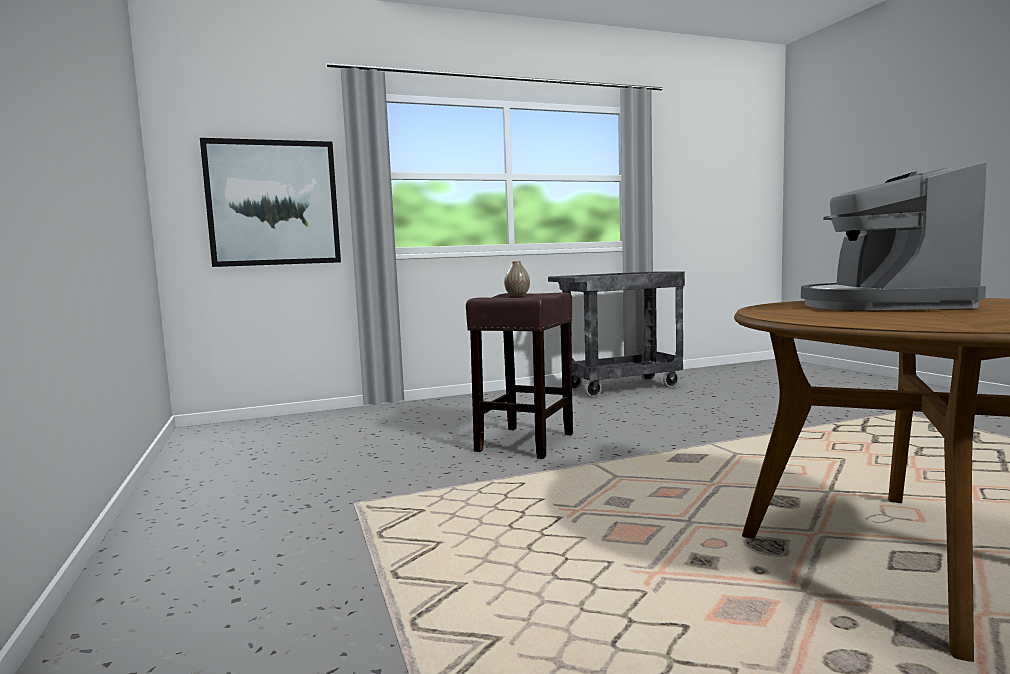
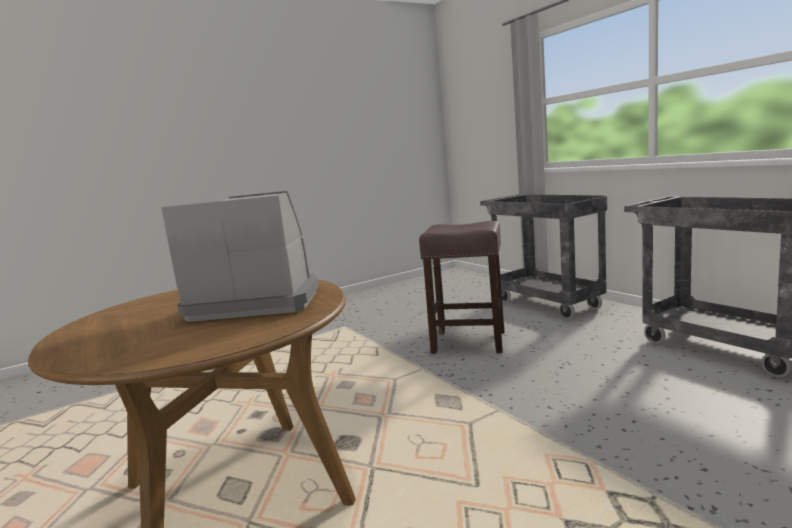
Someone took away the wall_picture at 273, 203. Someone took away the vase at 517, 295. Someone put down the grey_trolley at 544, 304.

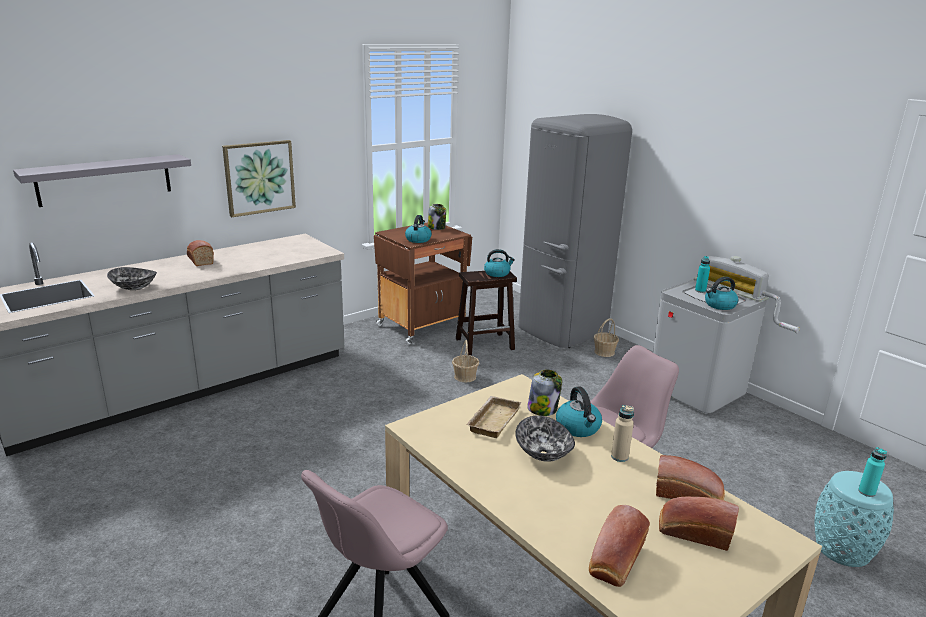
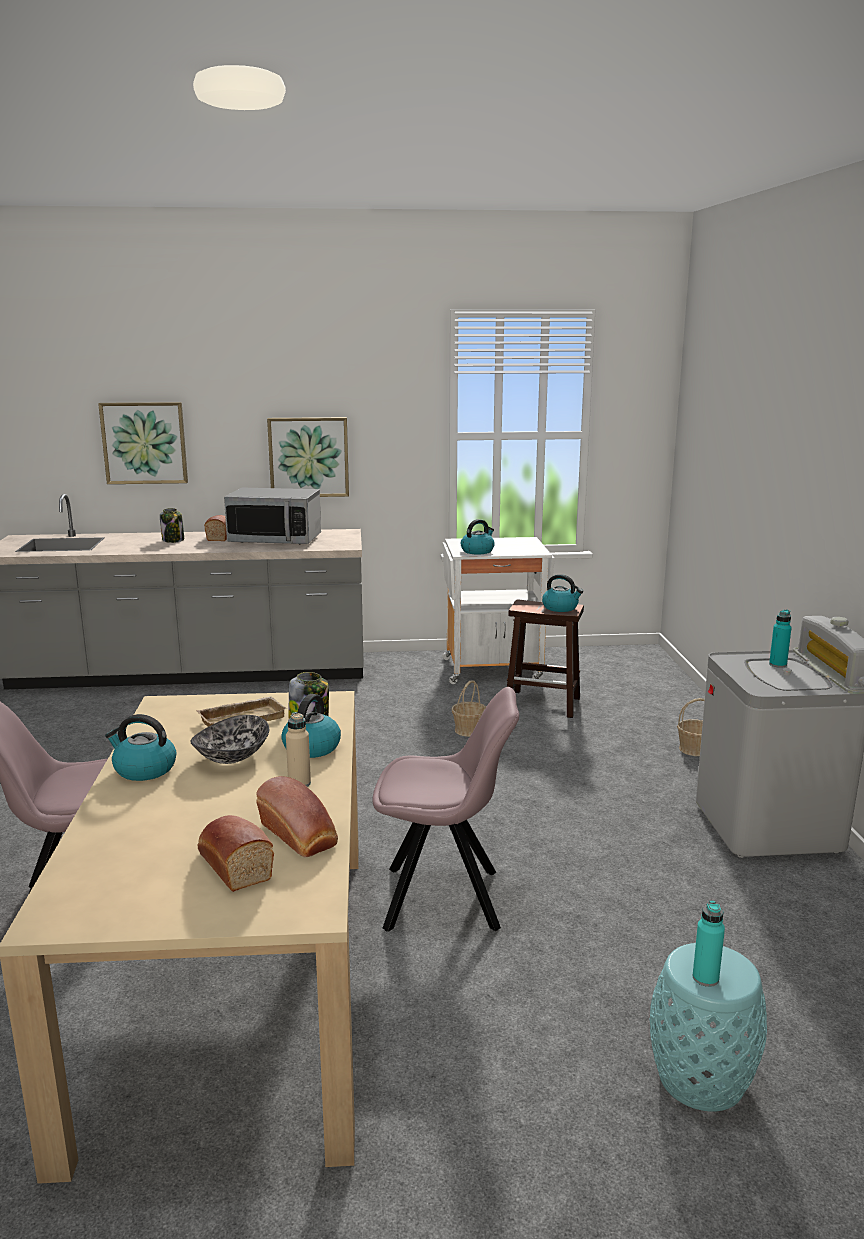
Someone took away the grey_refrigerator at 560, 331. Someone swapped the grey_shelf at 104, 180 for the wall_picture at 144, 443. Someone carried the jar from 436, 227 to 173, 540. Someone repainted the brown-coloured_trolley at 422, 326, which became the whitish_trolley at 494, 670. Someone took away the serving_bowl at 133, 287. Someone carried the water_kettle from 719, 305 to 144, 769. Someone took away the bread at 615, 561. Someone put down the kitchen_microwave at 275, 540.

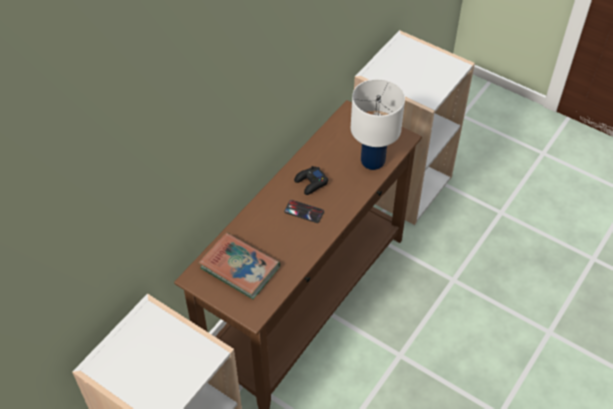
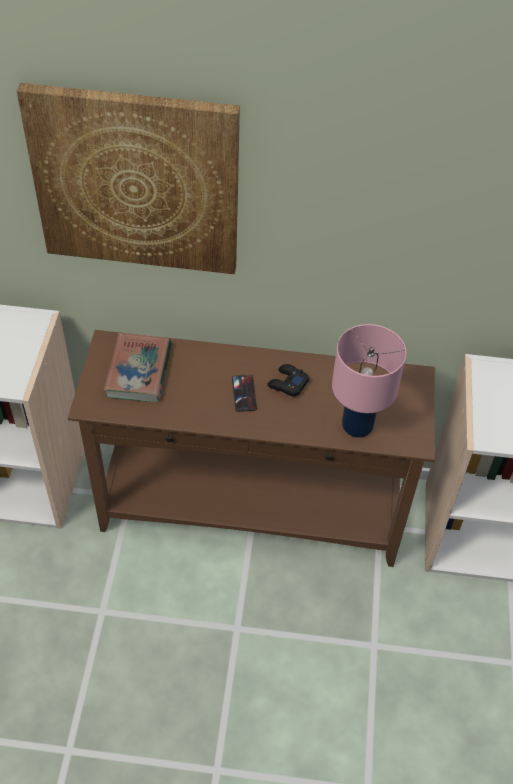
Someone repainted the whitish_tabletop_lamp at 371, 161, which became the pinkish_tabletop_lamp at 357, 425. Someone put up the wall_picture at 136, 181.

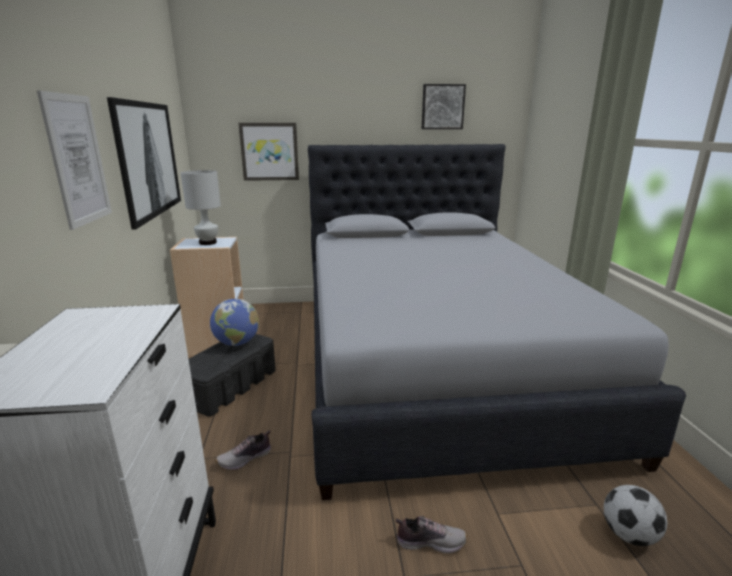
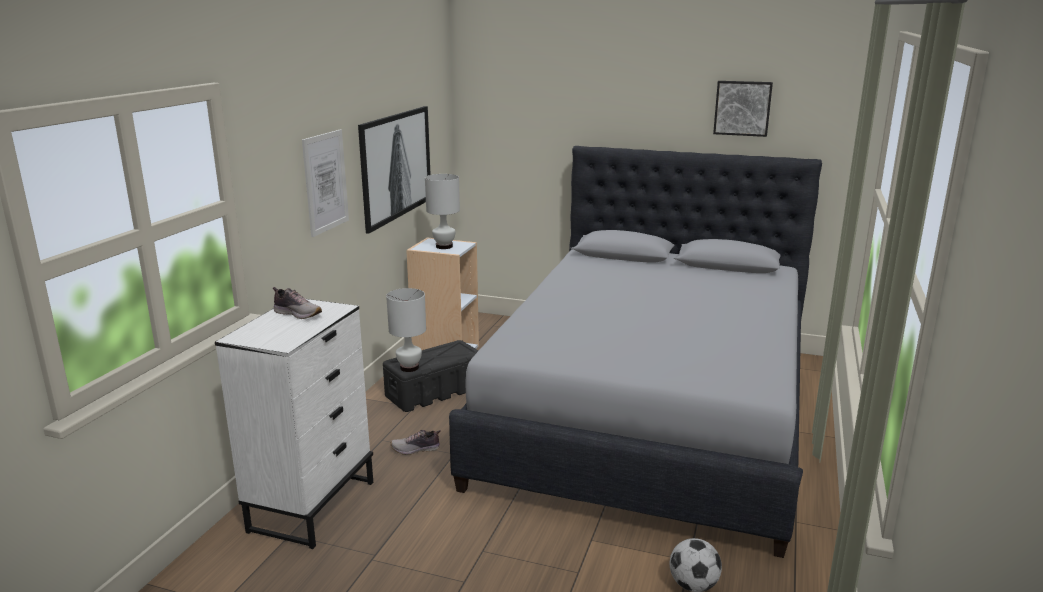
Someone took away the wall_picture at 269, 151. Someone took away the globe at 237, 343. Someone carried the shoe from 430, 541 to 298, 314. Someone put down the whitish_tabletop_lamp at 410, 367.

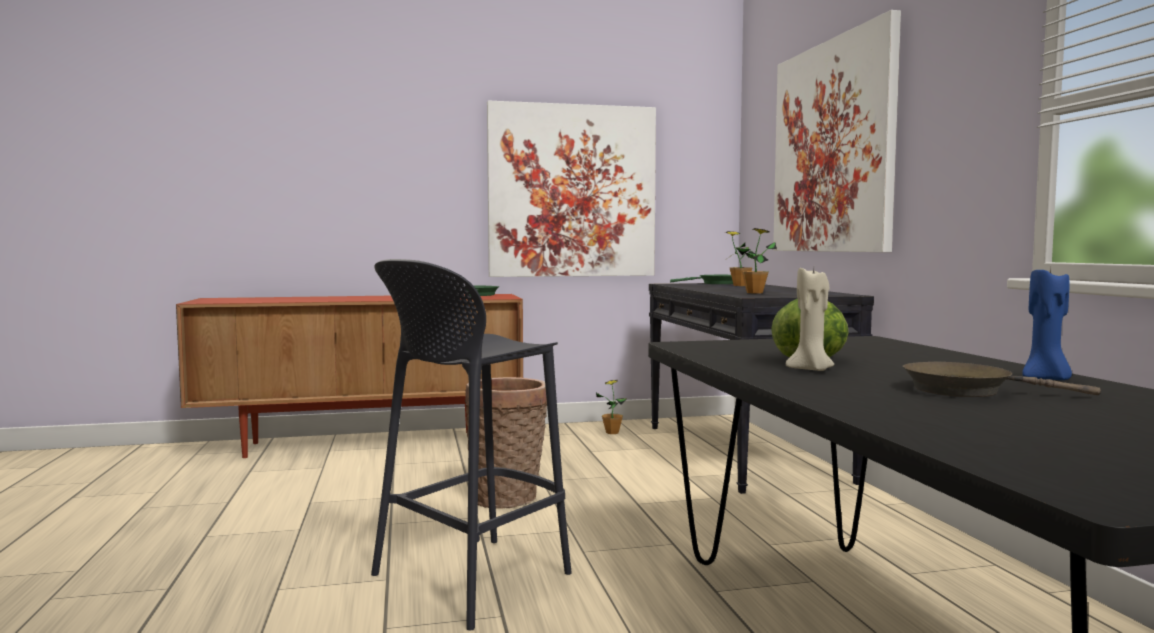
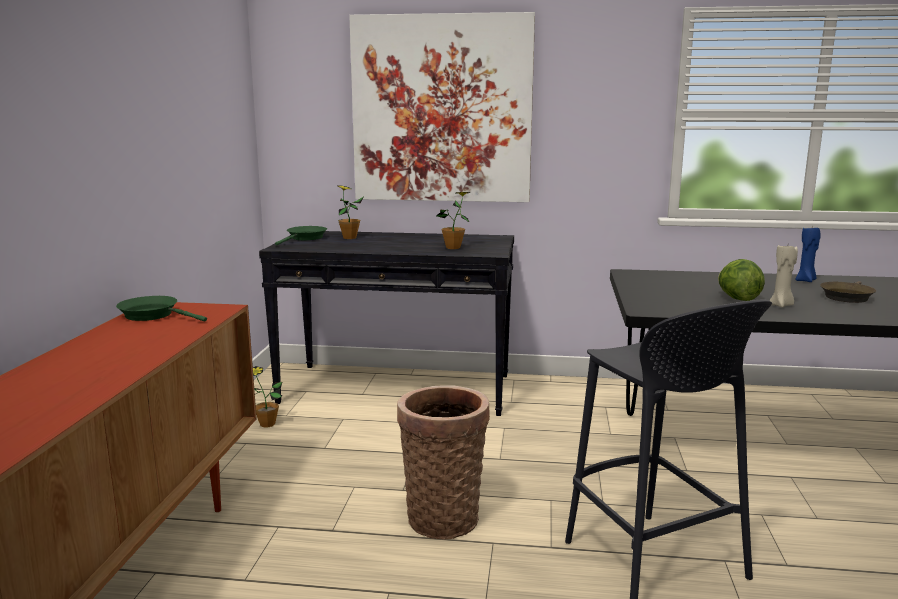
Someone took away the wall_picture at 572, 191.

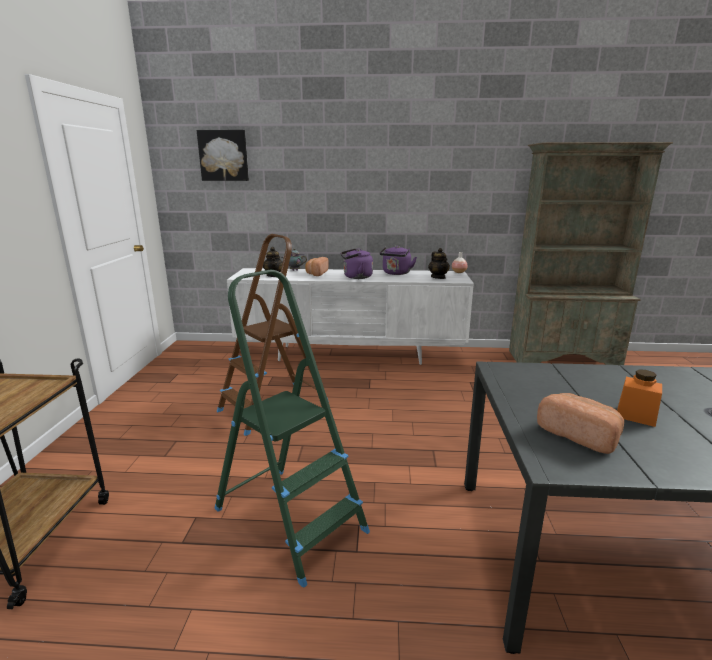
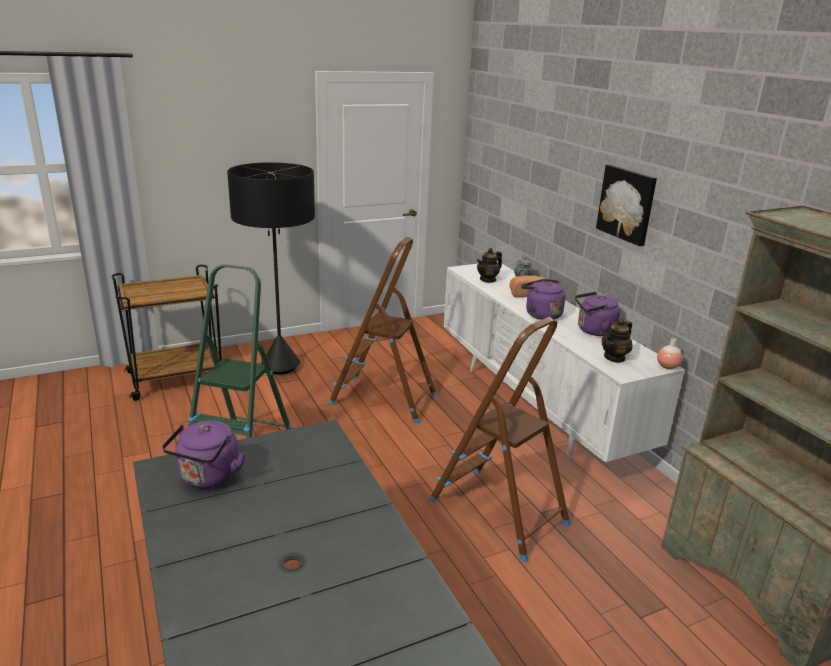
Someone carried the wall_picture from 224, 155 to 627, 204. Someone took away the orange-coloured_jar at 635, 416. Someone swapped the bread at 579, 435 for the purplish_water_kettle at 208, 478. Someone put down the black-coloured_standing_lamp at 280, 367. Someone put down the brown-coloured_stepladder at 497, 511.

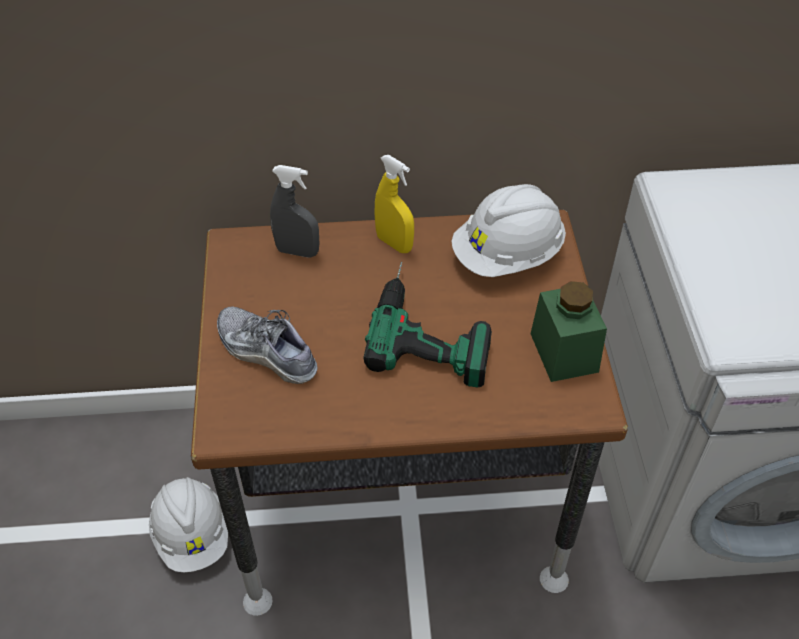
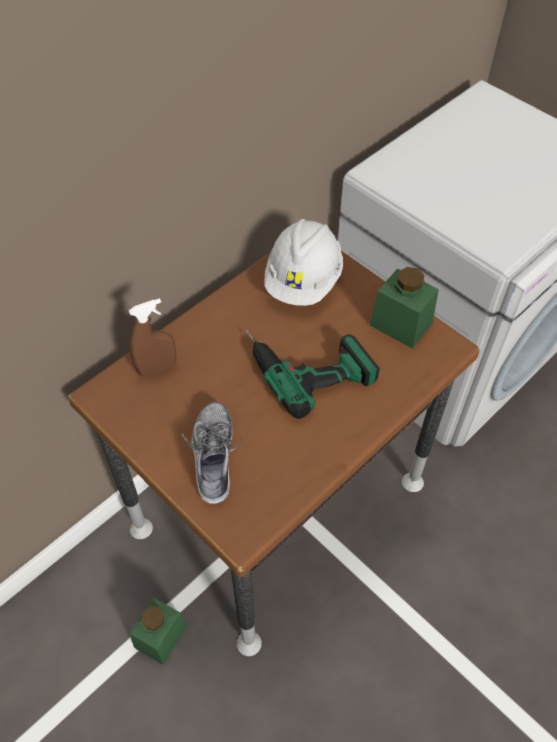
Someone took away the yellowish_sprayer at 394, 243. Someone repainted the grey_sprayer at 297, 251, which became the brown-coloured_sprayer at 157, 369. Someone rotated the shoe at 267, 352 by 90 degrees clockwise. Someone swapped the whitish_work_helmet at 192, 535 for the green_jar at 160, 636.

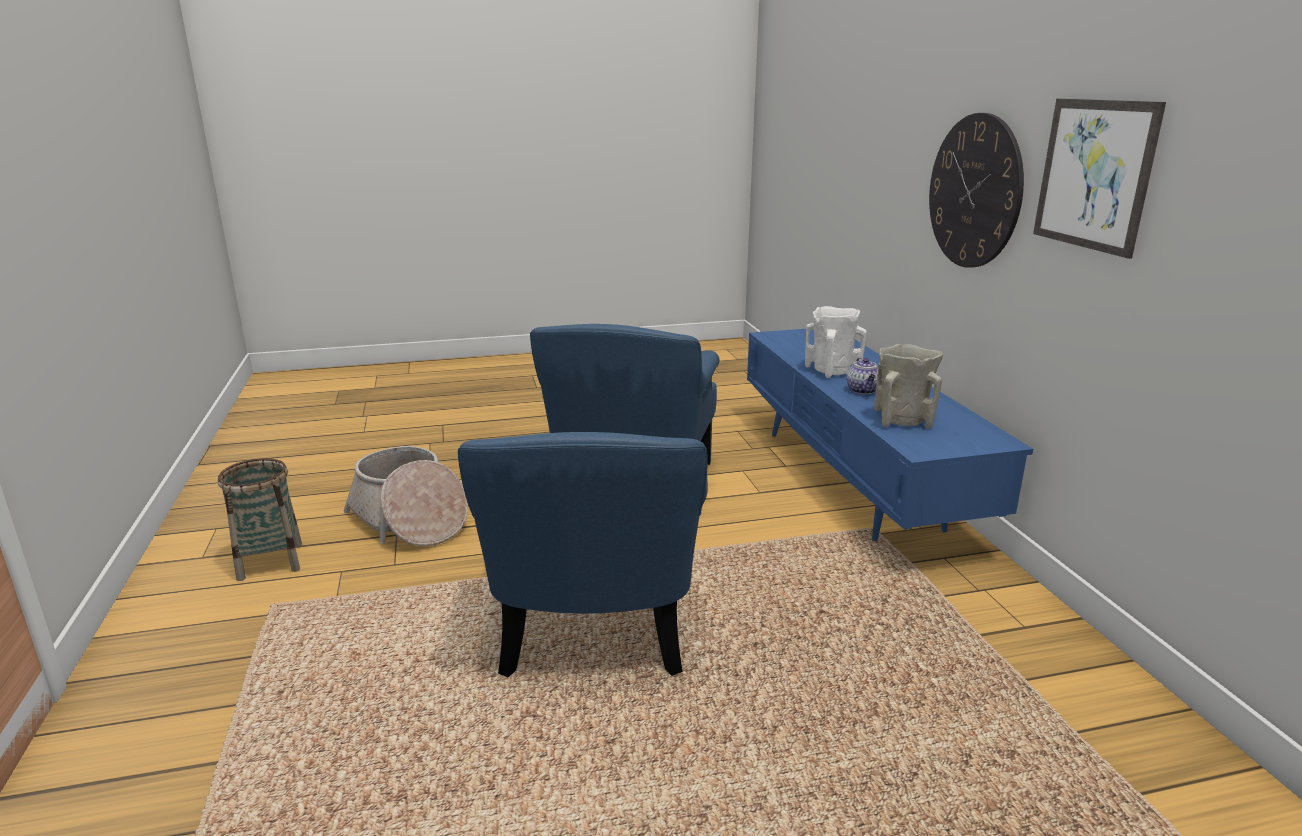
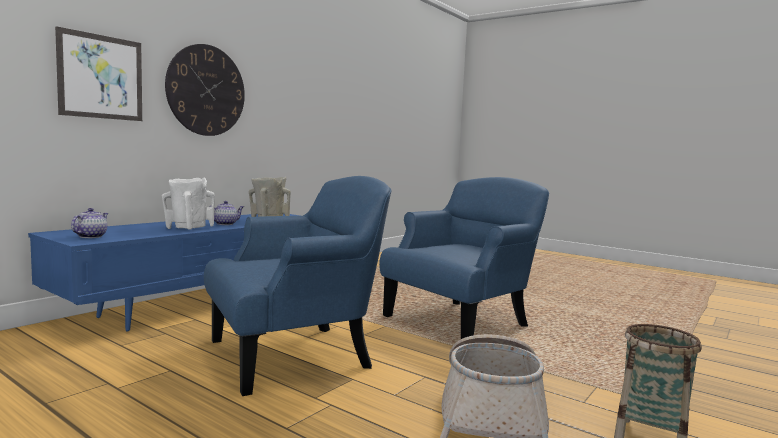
Someone carried the wall_picture from 1094, 175 to 101, 77. Someone put down the tea_pot at 91, 236.

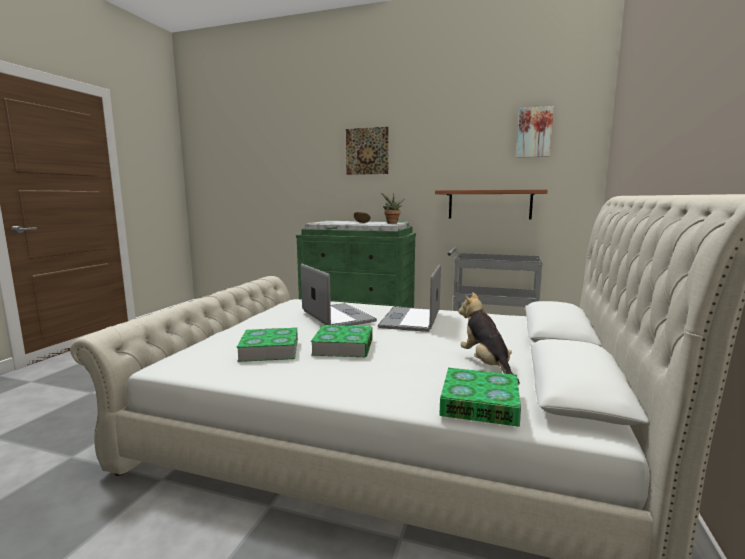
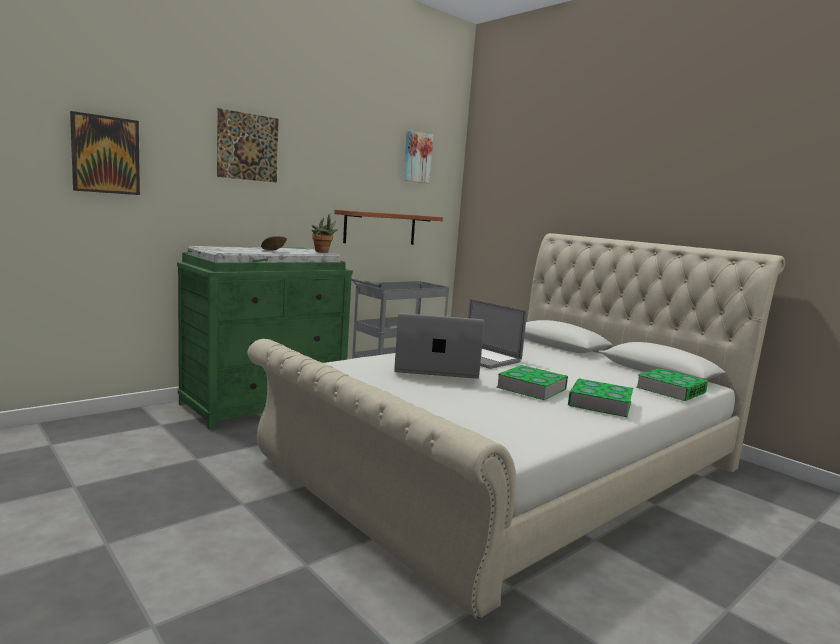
Someone took away the plush_toy at 486, 365. Someone carried the volume from 269, 350 to 600, 403. Someone put up the wall_picture at 105, 155.

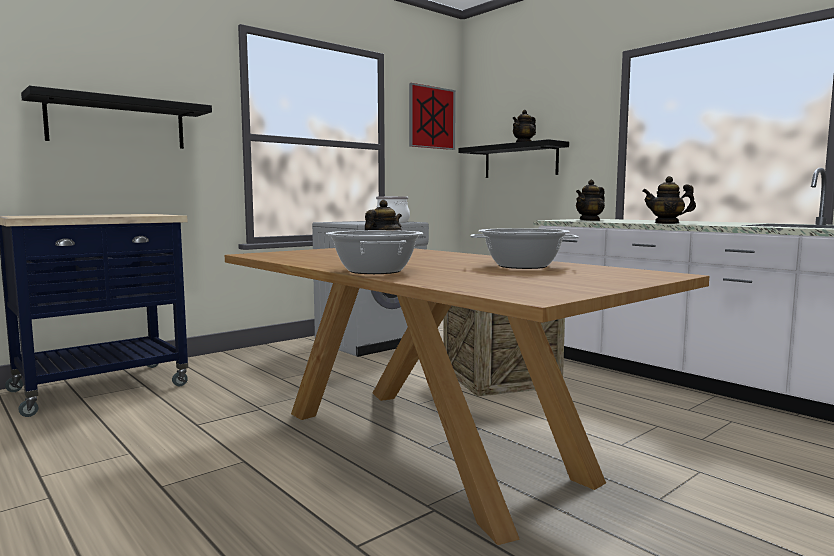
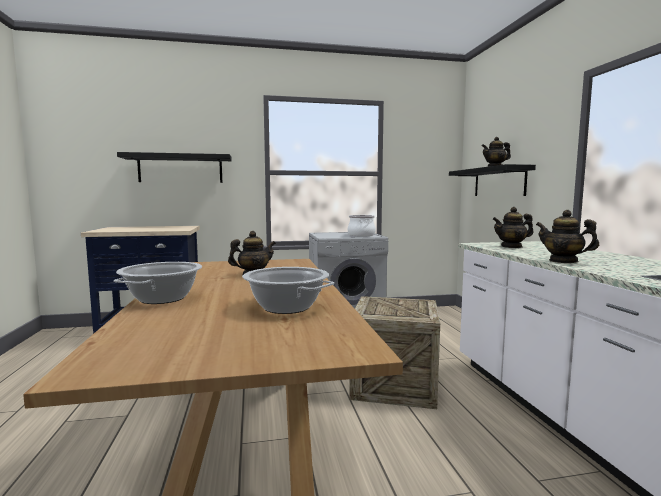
Someone took away the wall_picture at 431, 117.

